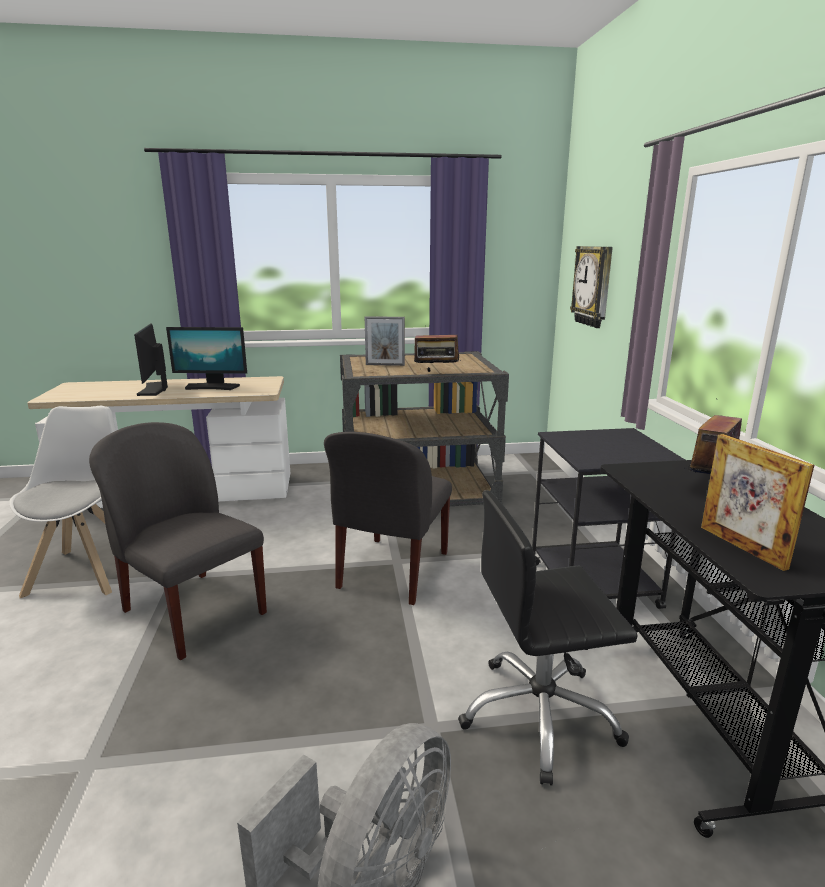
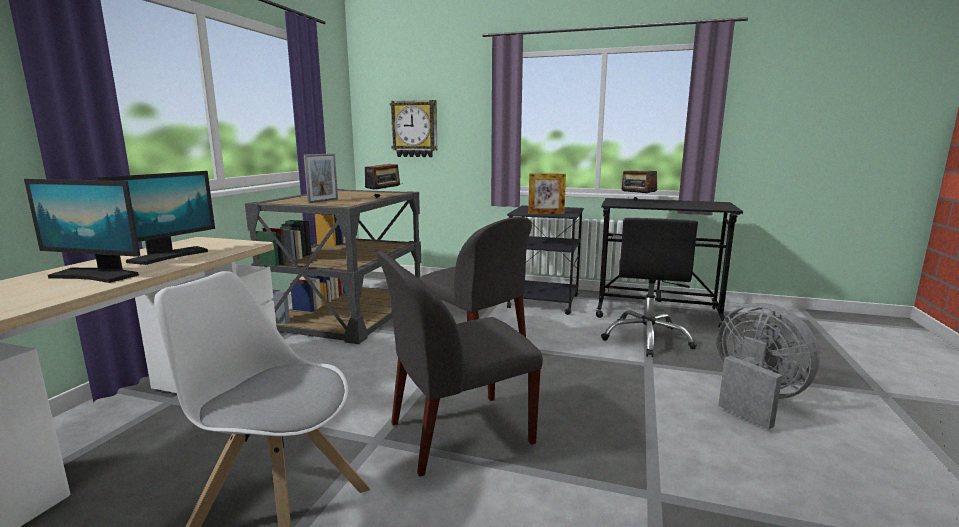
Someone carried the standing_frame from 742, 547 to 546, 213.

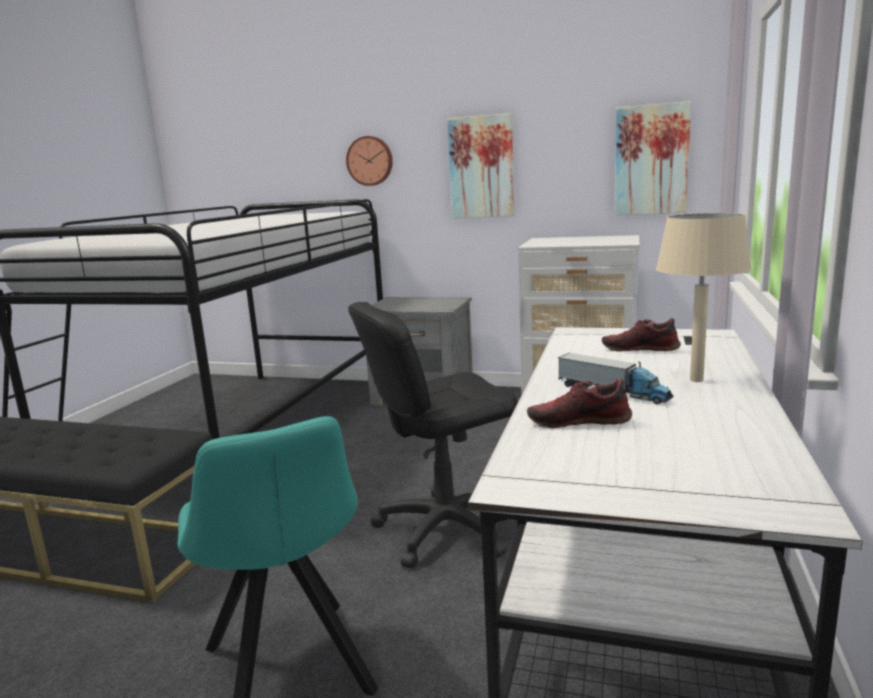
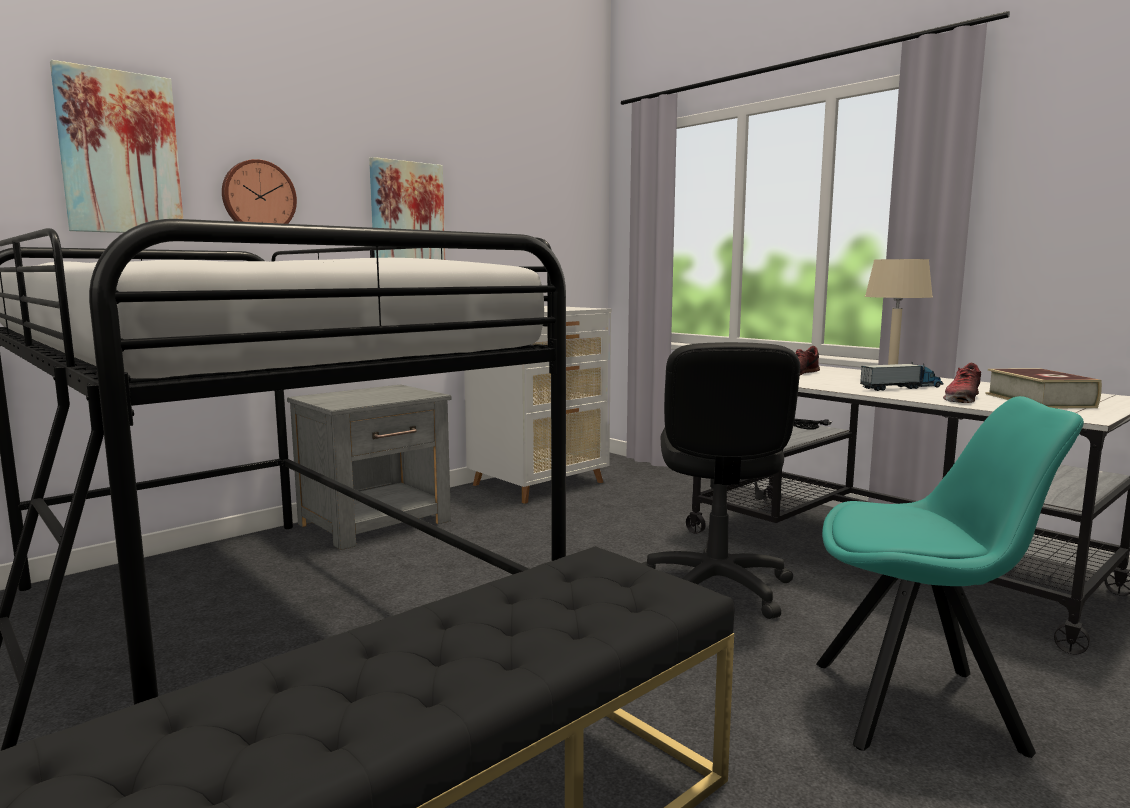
Someone carried the wall_picture from 651, 160 to 120, 153. Someone put down the volume at 1039, 400.

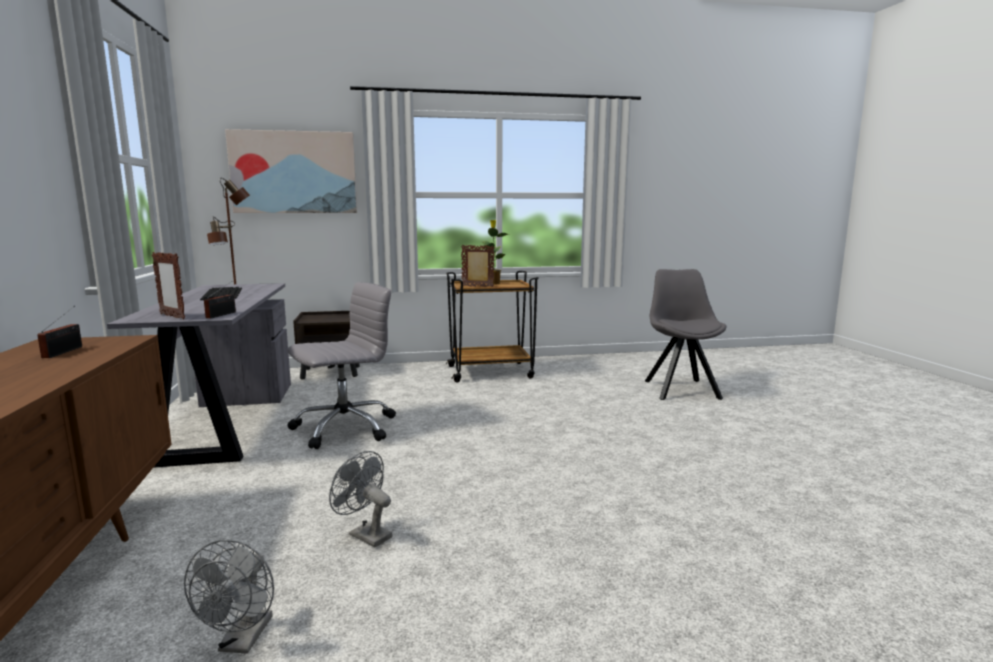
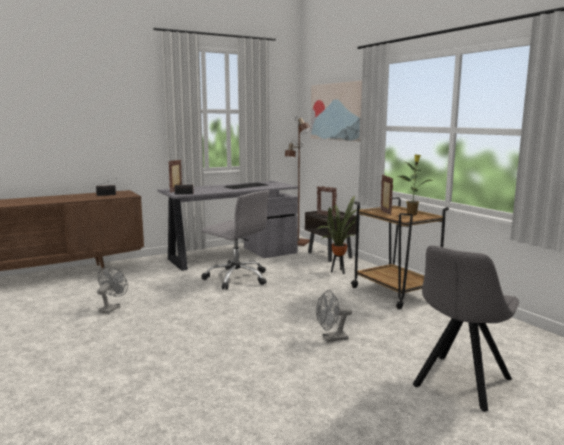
Someone rotated the grey_chair at 680, 389 by 150 degrees clockwise. Someone carried the grey_electric_fan from 242, 641 to 331, 339. Someone put down the standing_frame at 326, 215. Someone put down the plant_in_a_pot at 339, 271.

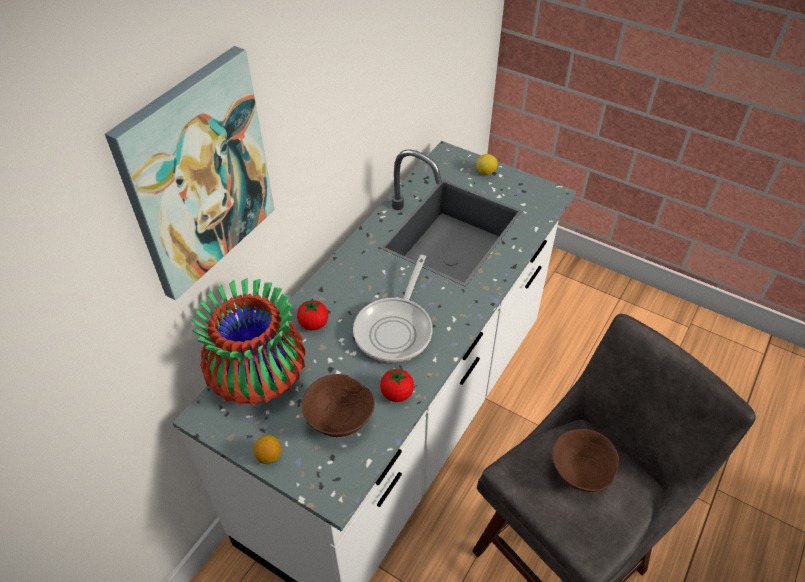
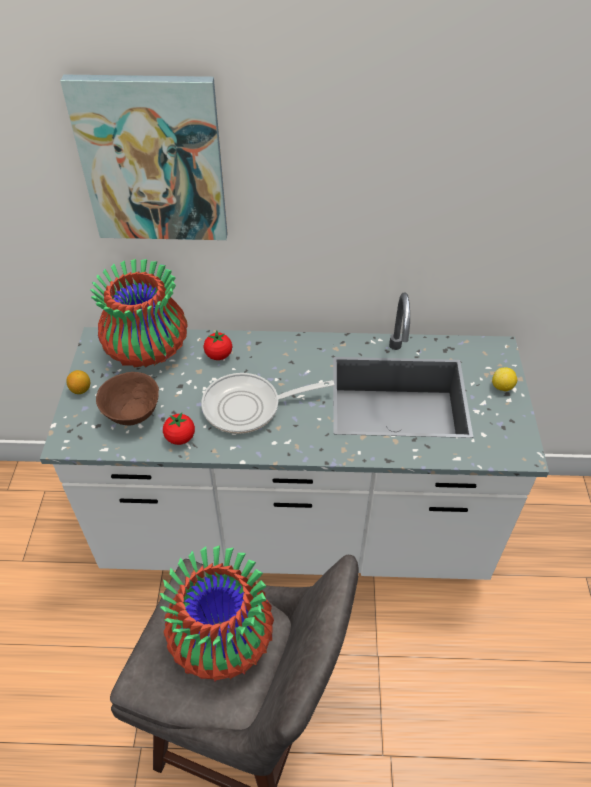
Someone swapped the brown-coloured_serving_bowl at 580, 474 for the vase at 221, 639.

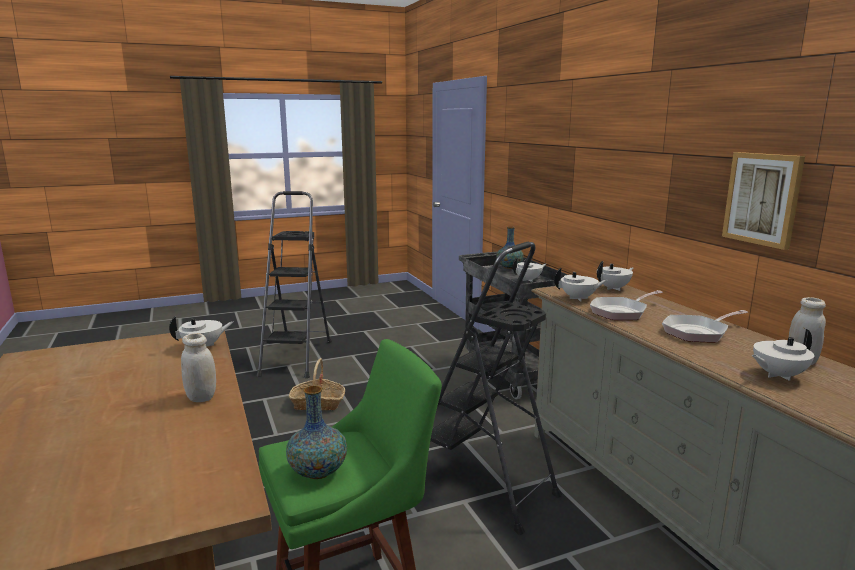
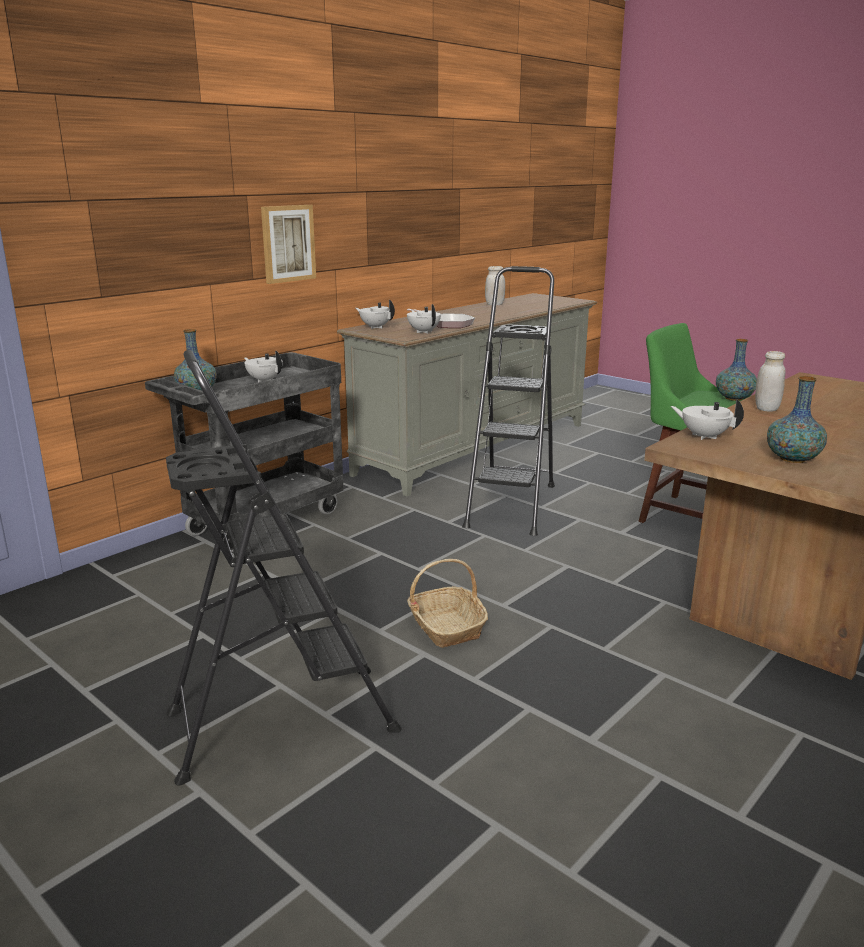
Someone carried the wall_picture from 762, 199 to 287, 243. Someone took away the skillet at 698, 332. Someone took away the whitish_tea_pot at 777, 375. Someone put down the vase at 792, 459.

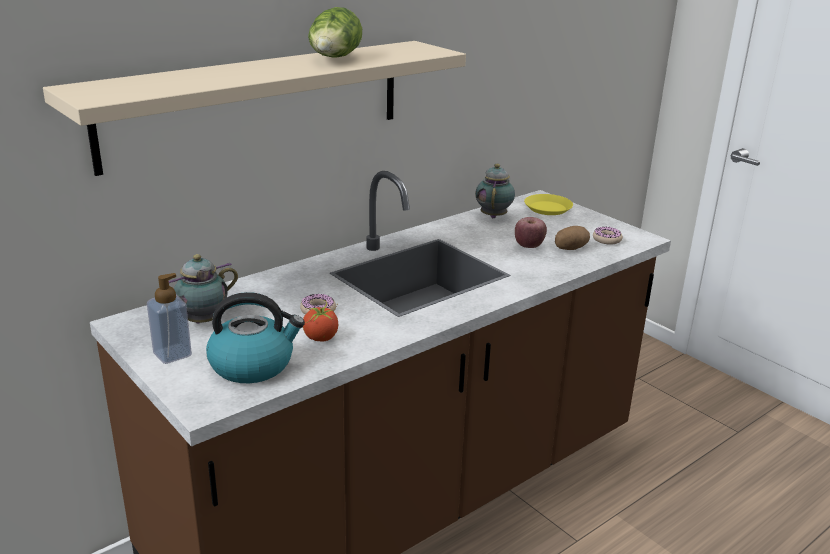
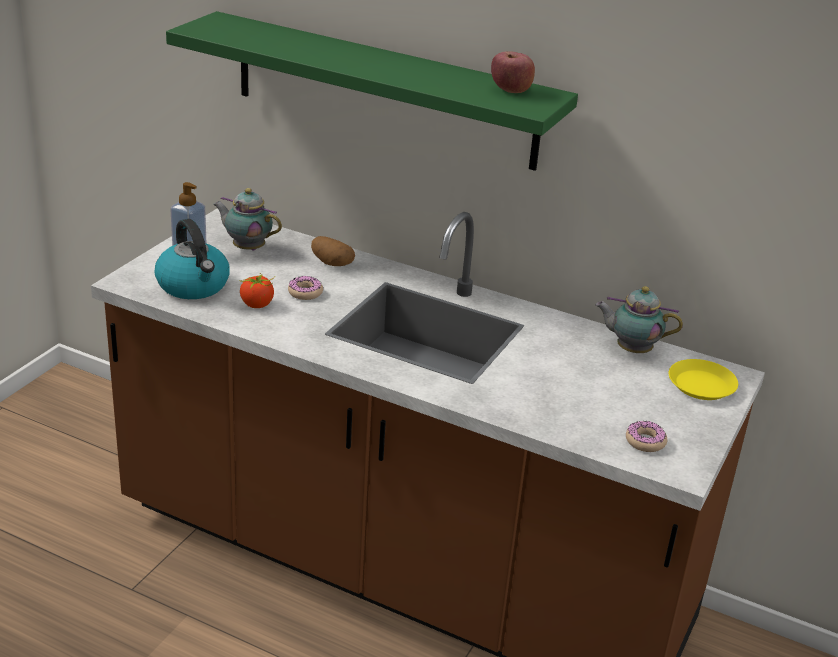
Someone took away the lettuce at 334, 59. Someone repainted the sand-coloured_shelf at 257, 102, which became the green_shelf at 384, 90. Someone rotated the tea_pot at 494, 215 by 150 degrees counterclockwise. Someone carried the apple_fruit from 529, 246 to 511, 90. Someone carried the whole_potato from 570, 248 to 331, 263.

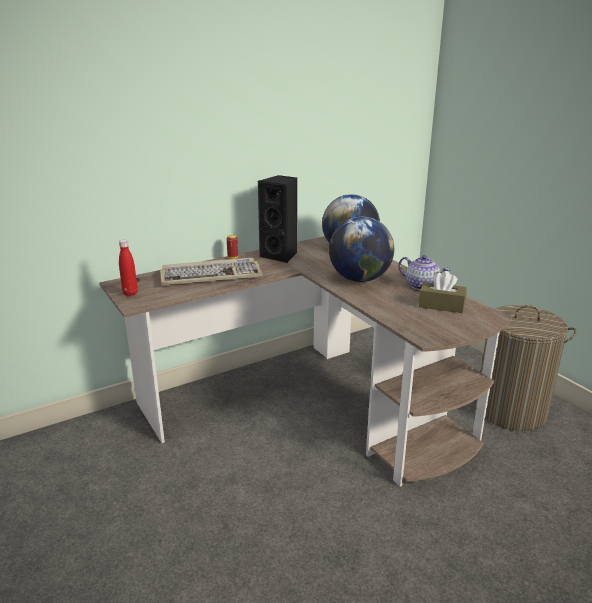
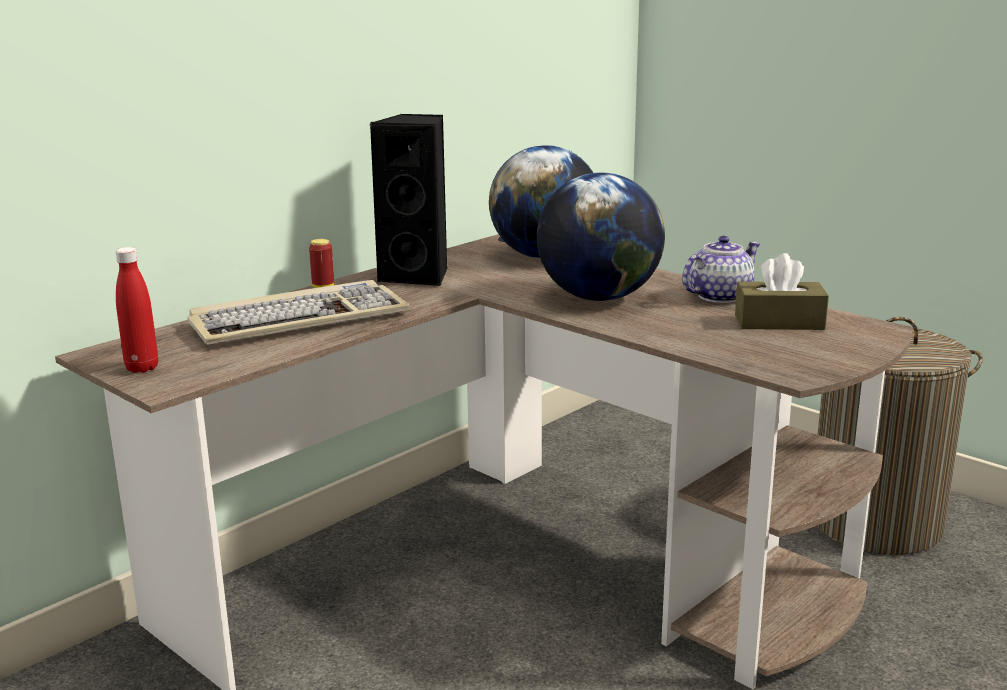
Someone rotated the tea_pot at 421, 285 by 60 degrees counterclockwise.

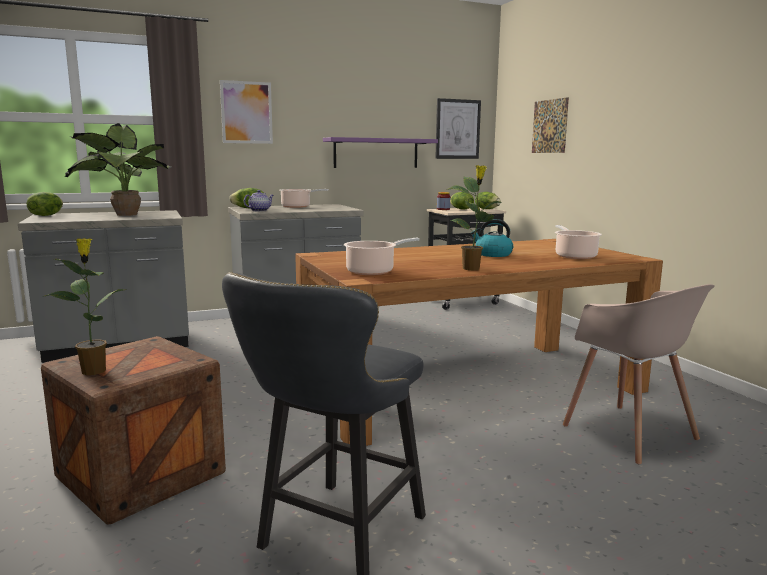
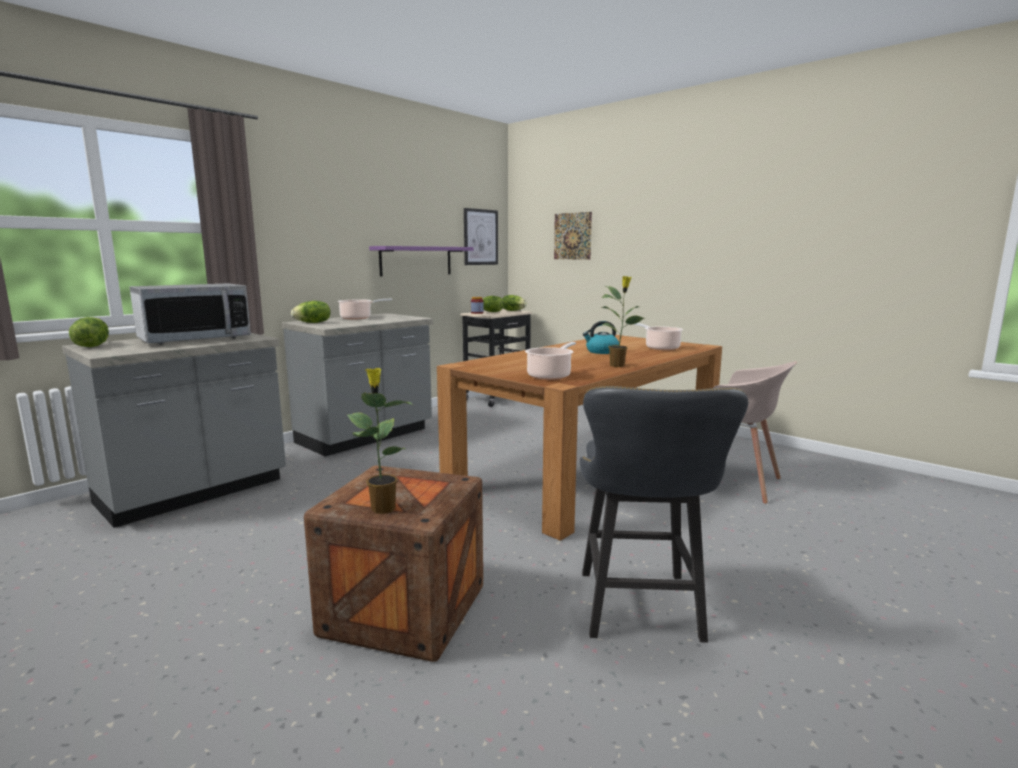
Someone took away the wall_picture at 246, 112. Someone swapped the plant_in_a_pot at 123, 215 for the kitchen_microwave at 195, 339. Someone took away the tea_pot at 259, 210.

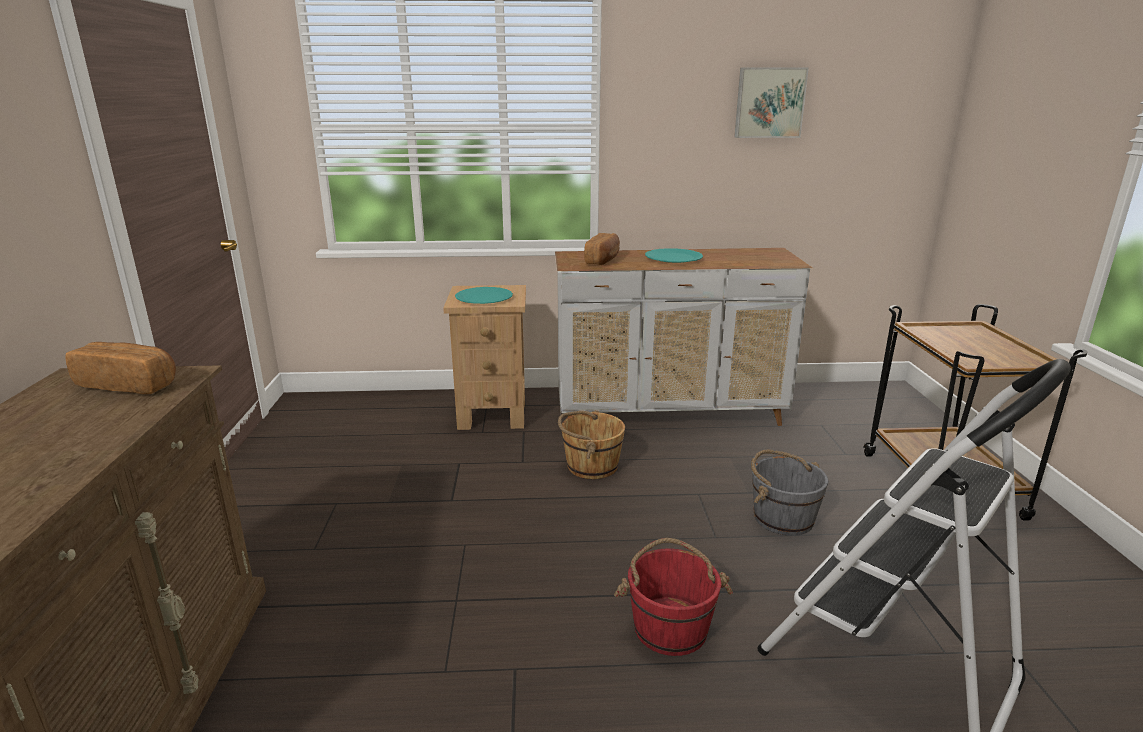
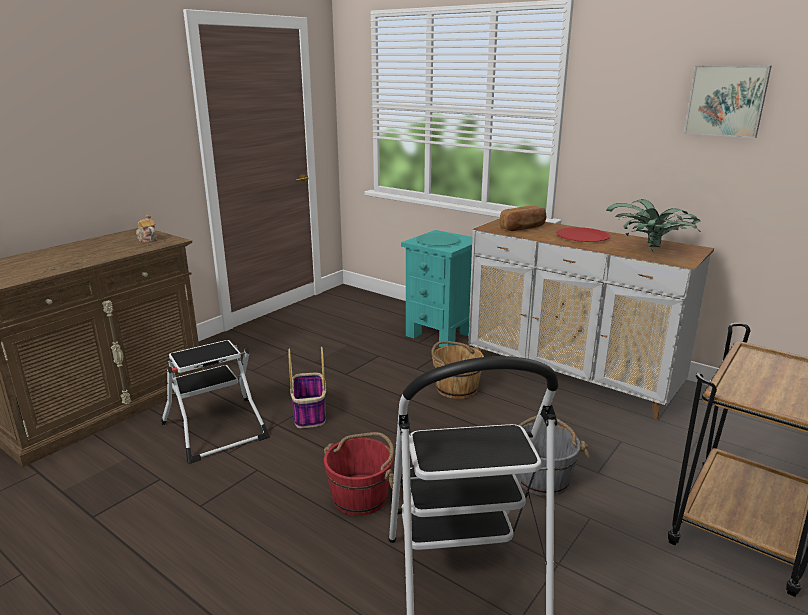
Someone repainted the turquoise-coloured_flat_dish at 673, 258, which became the red-coloured_flat_dish at 582, 236. Someone repainted the sand-coloured_nightstand at 493, 415, which became the turquoise-coloured_nightstand at 440, 334. Someone swapped the bread at 129, 384 for the tea_pot at 147, 239. Someone put down the plant_in_a_pot at 652, 250. Someone put down the stepladder at 216, 427. Someone put down the basket at 310, 413.

